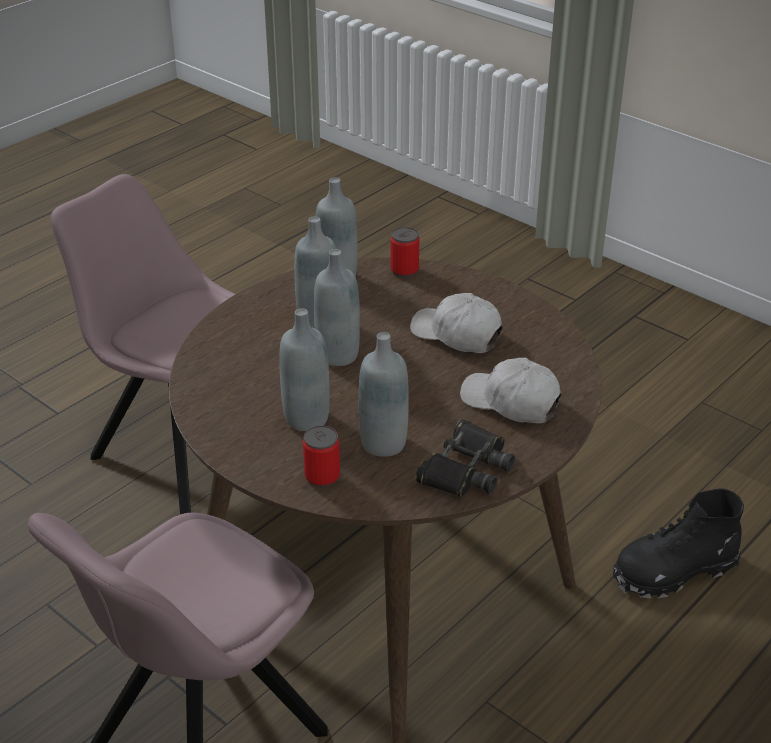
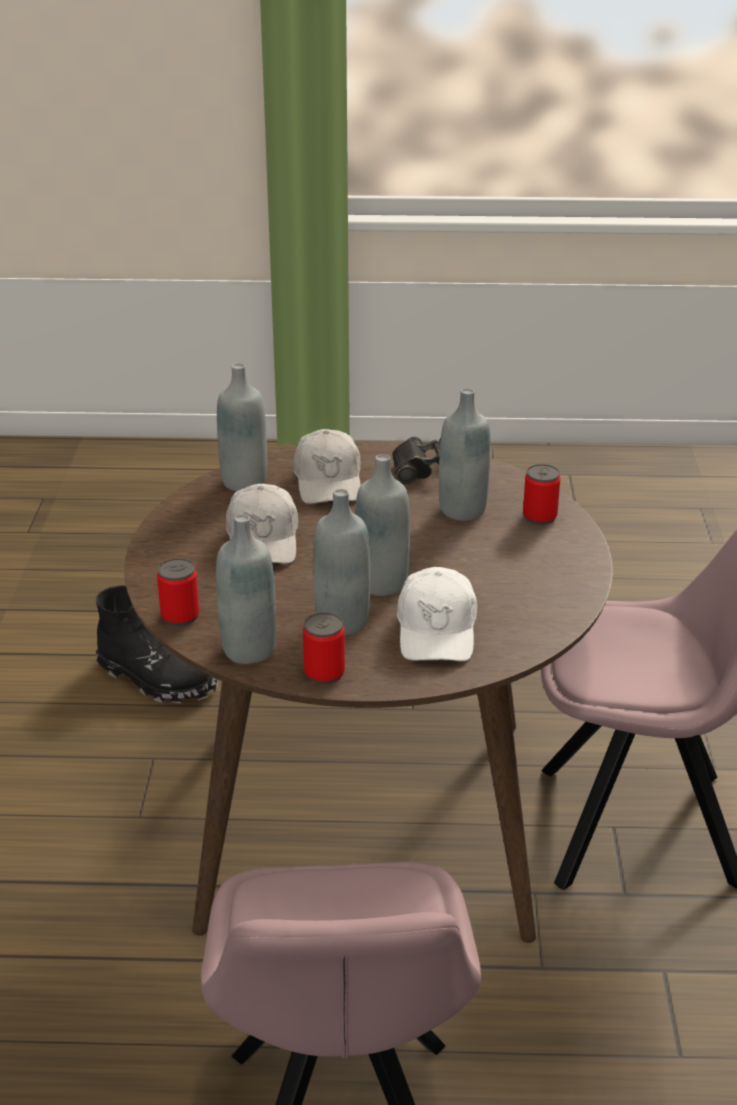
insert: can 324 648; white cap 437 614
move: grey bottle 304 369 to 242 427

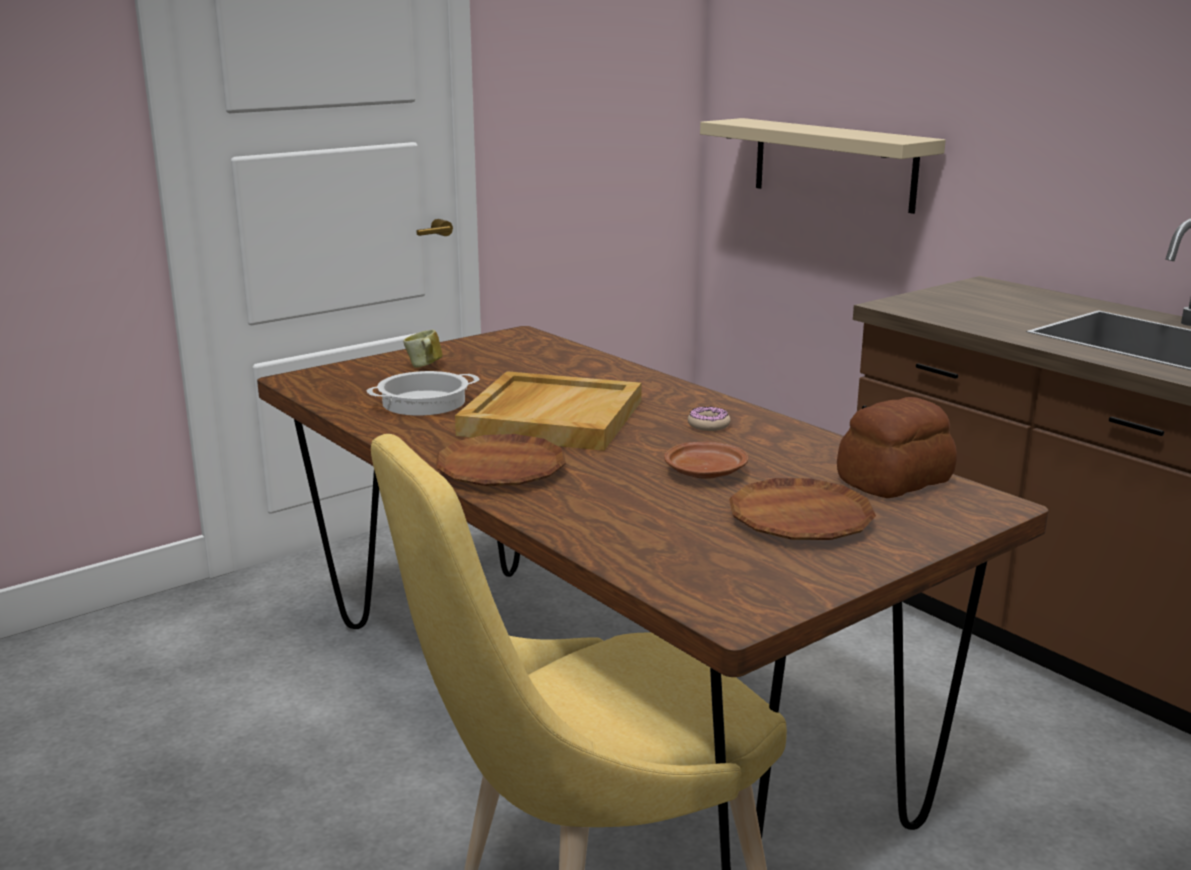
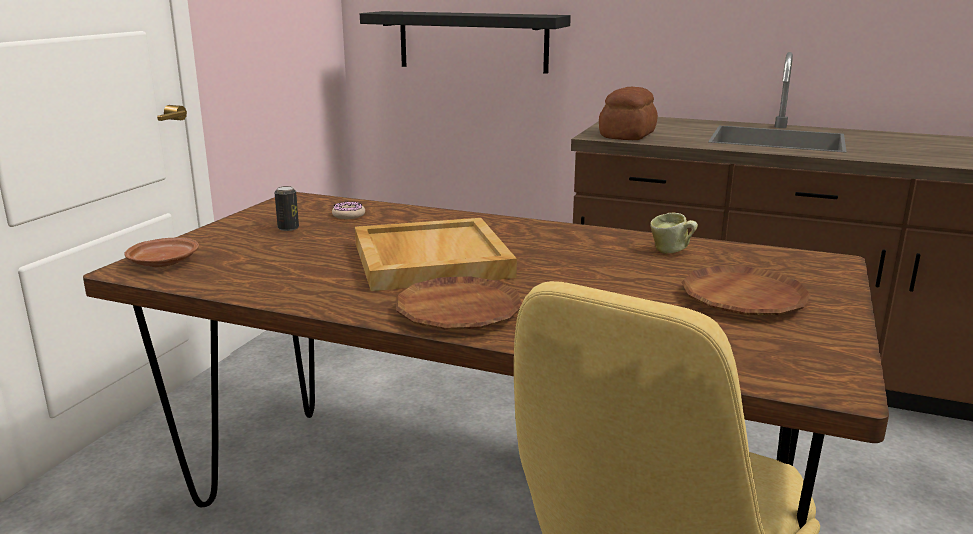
delete: cooking pot 423 393
insert: can 286 208
move: mug 423 349 to 674 233; brown plate 706 460 to 162 252; donut 709 418 to 348 210; bread 897 447 to 628 113
recolor: beige shelf 823 166 to black shelf 465 42

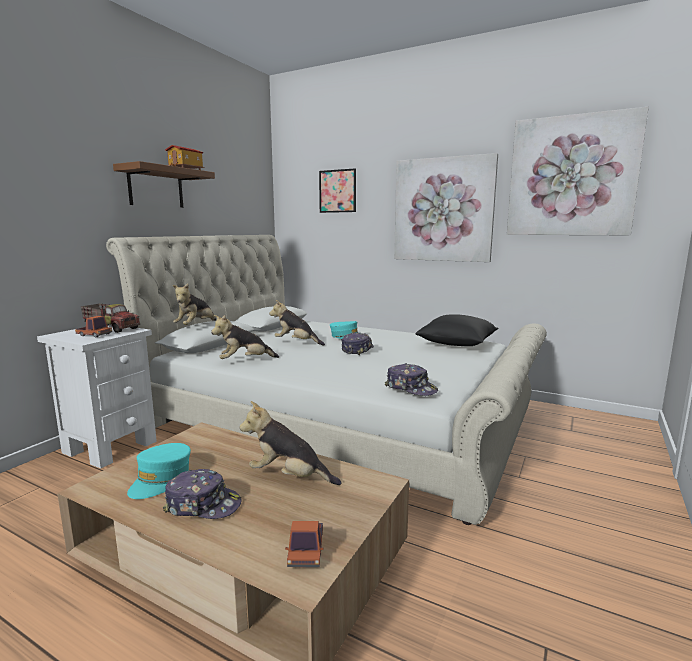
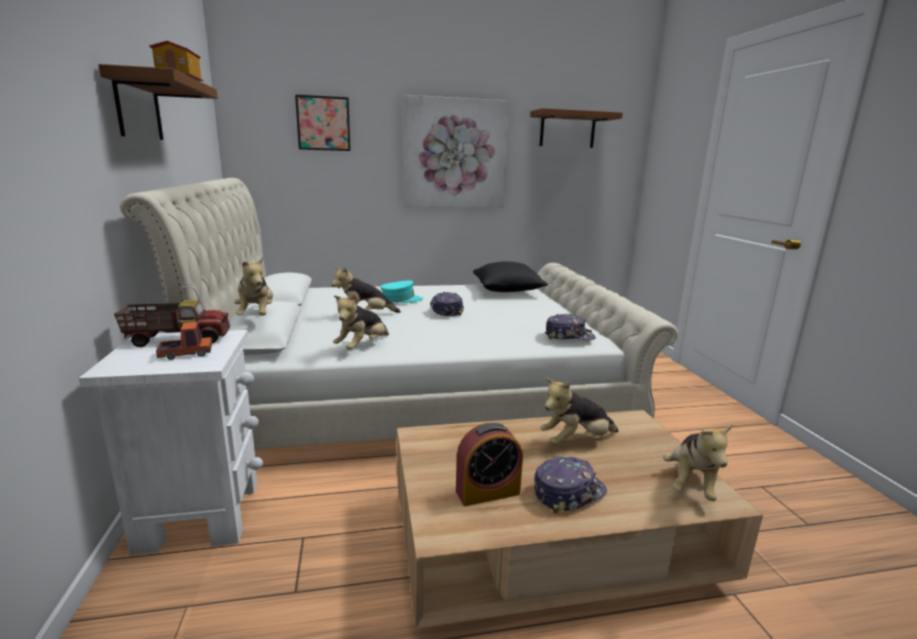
replace: turquoise cap 159 471 to alarm clock 489 464; toy truck 304 544 to plush toy 698 462; picture 578 171 to brown shelf 576 128

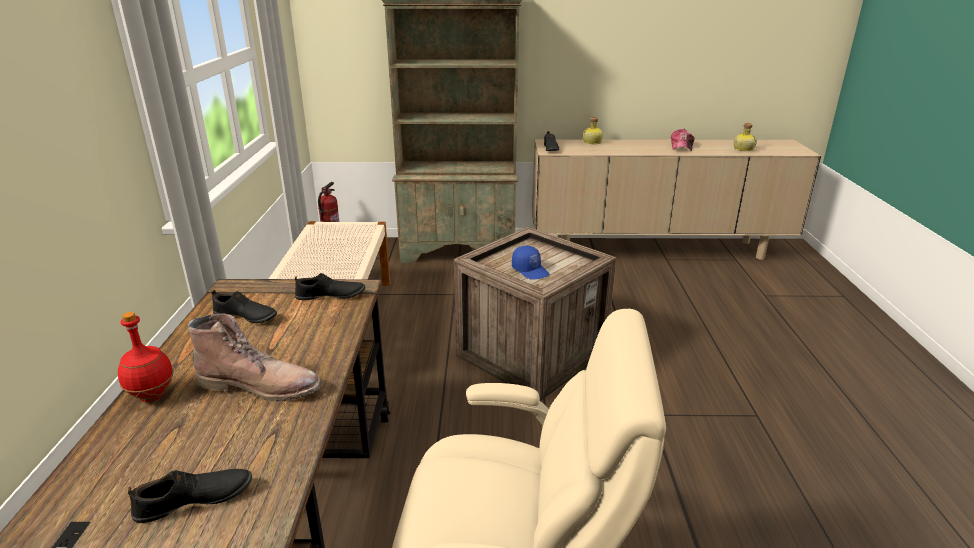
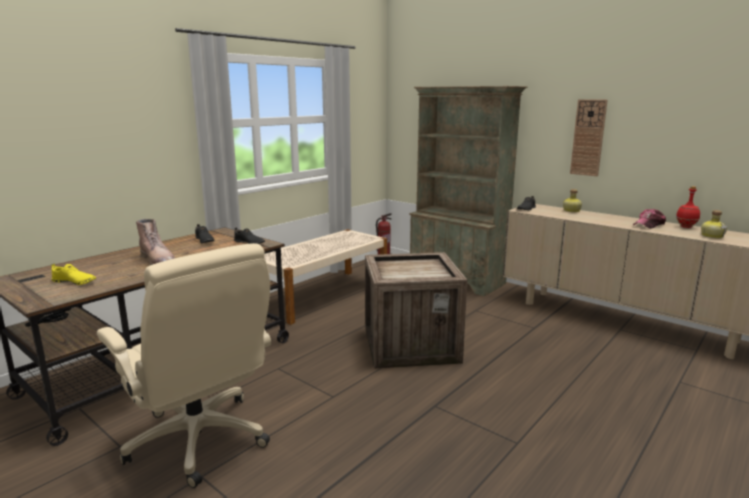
delete: blue cap 530 263
insert: wall clock 589 137
move: red bottle 146 357 to 688 207
recolor: black shoe 190 496 to yellow shoe 73 274

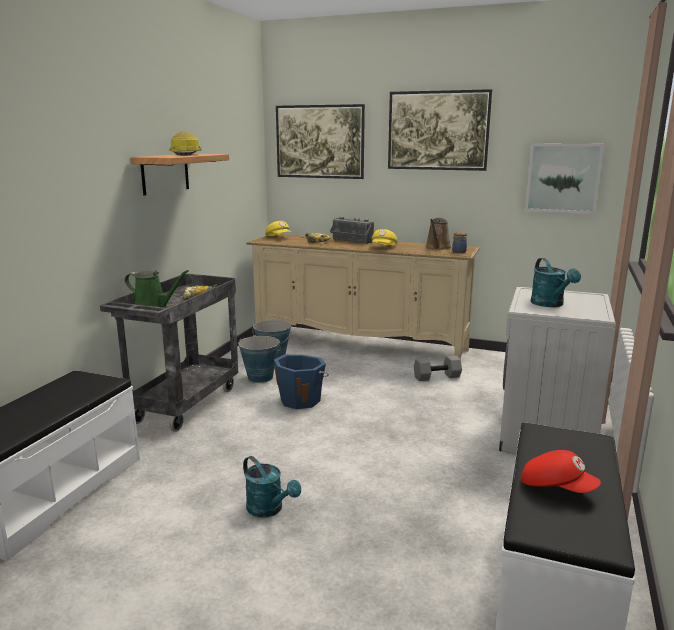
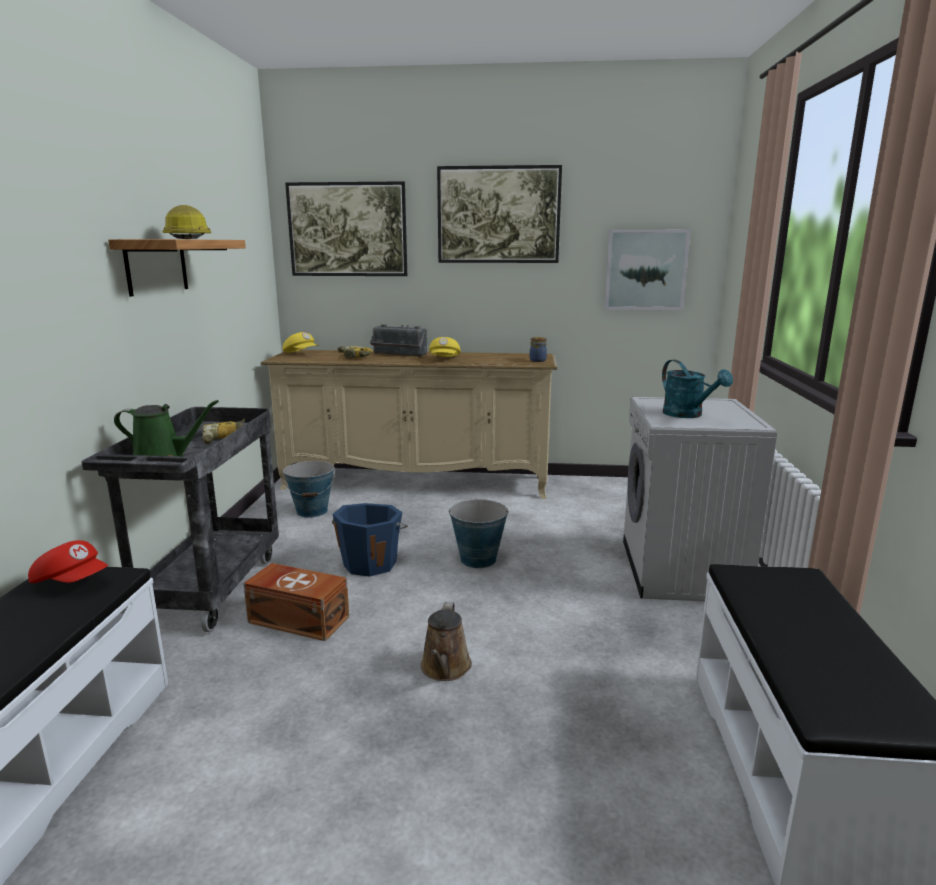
delete: turquoise watering can 272 486; grey dumbbell 438 368
insert: brown storage box 296 602
move: bucket 259 359 to 478 533; brown watering can 438 234 to 446 641; red cap 561 471 to 68 561

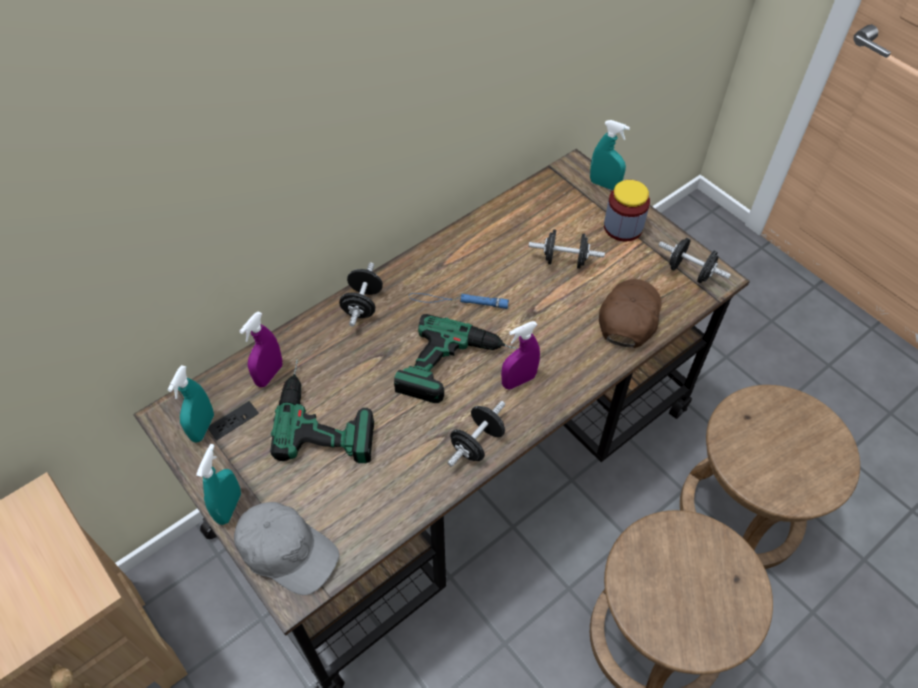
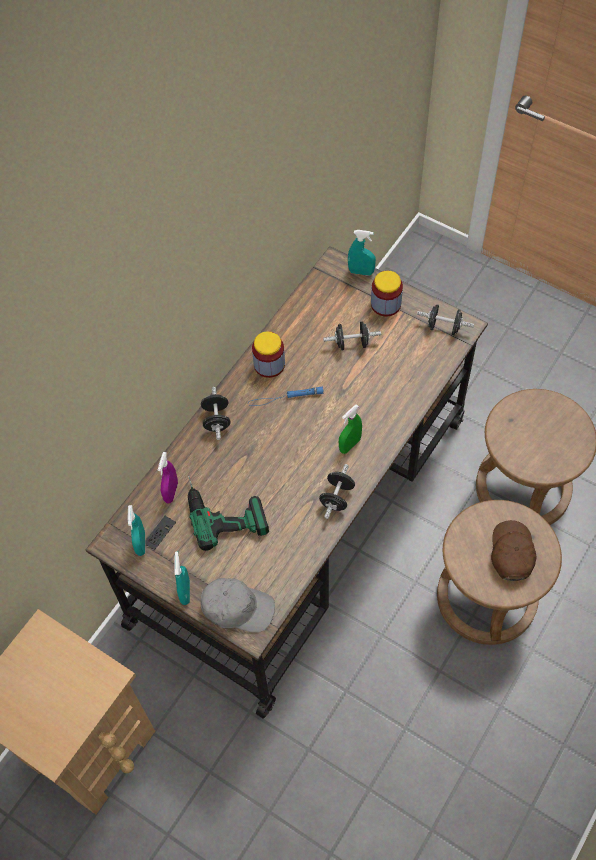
delete: power drill 456 358
insert: jar 268 354
move: brown cap 630 313 to 514 550
recolor: purple spray bottle 520 355 to green spray bottle 350 429

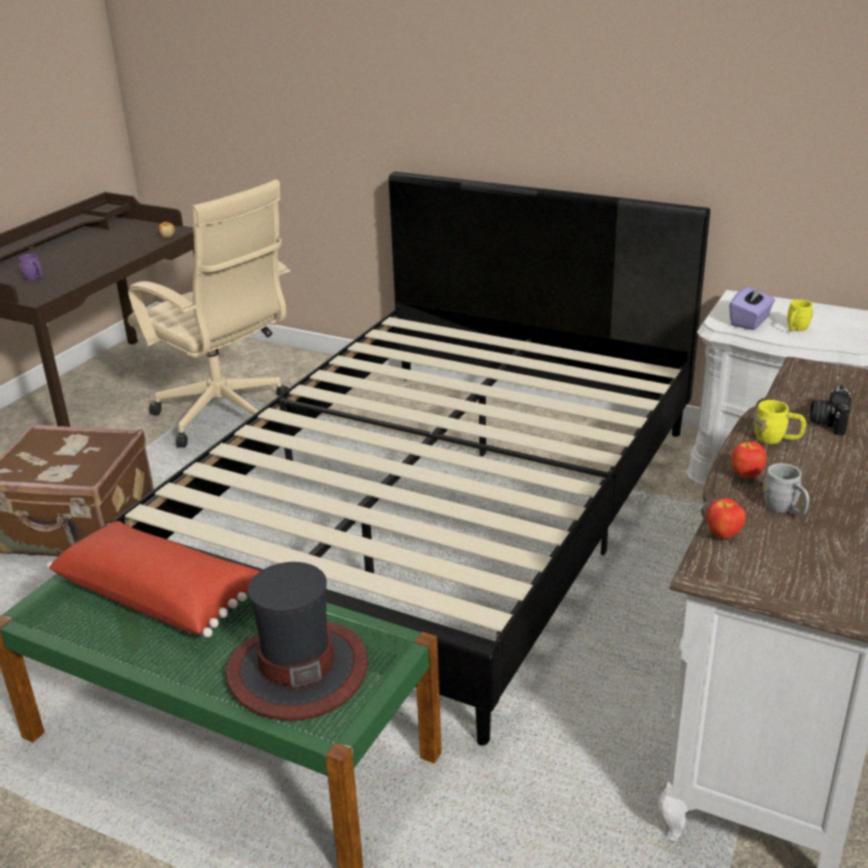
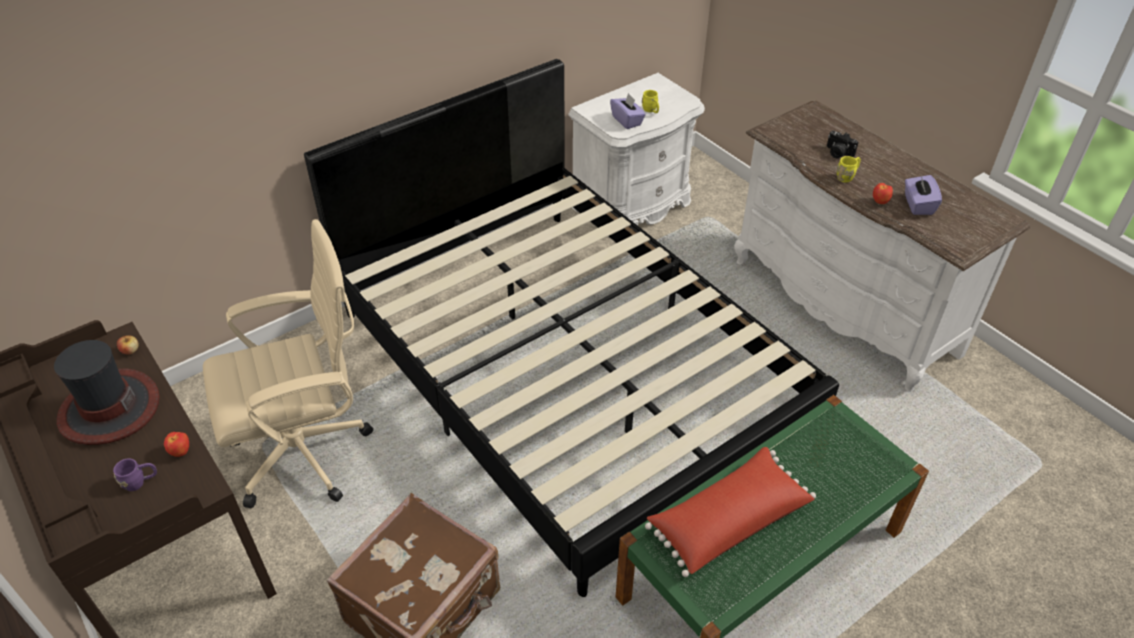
move: hat 296 641 to 107 392; apple 726 518 to 176 444
replace: grey mug 786 489 to purple tissue box 923 195

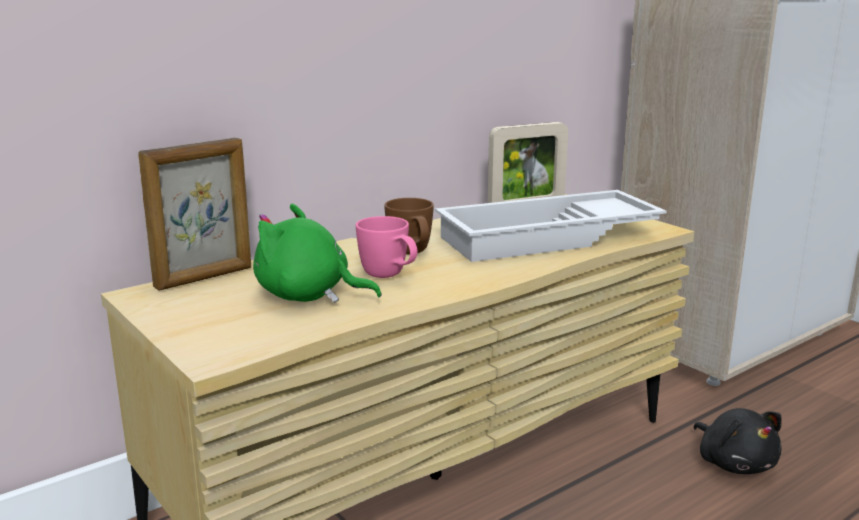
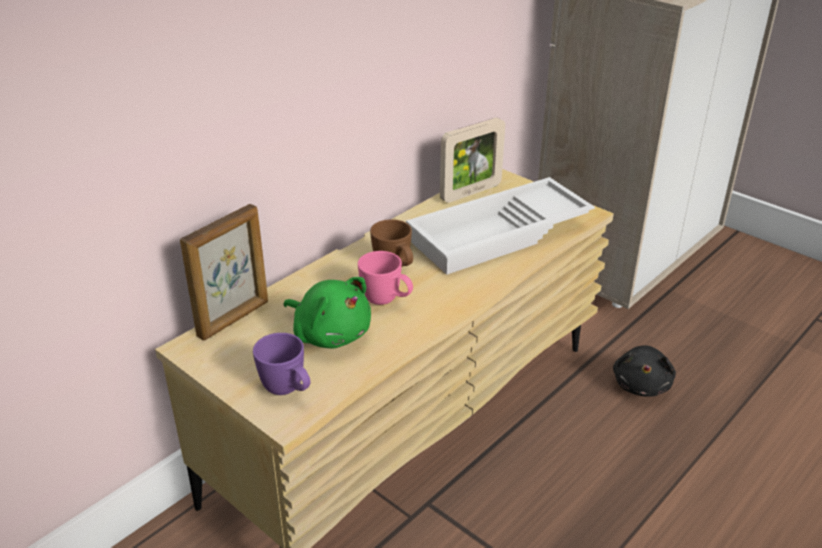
insert: purple mug 282 364
rotate: green plush toy 317 253 = 327 312 150 degrees counterclockwise; black plush toy 737 441 = 644 371 45 degrees clockwise

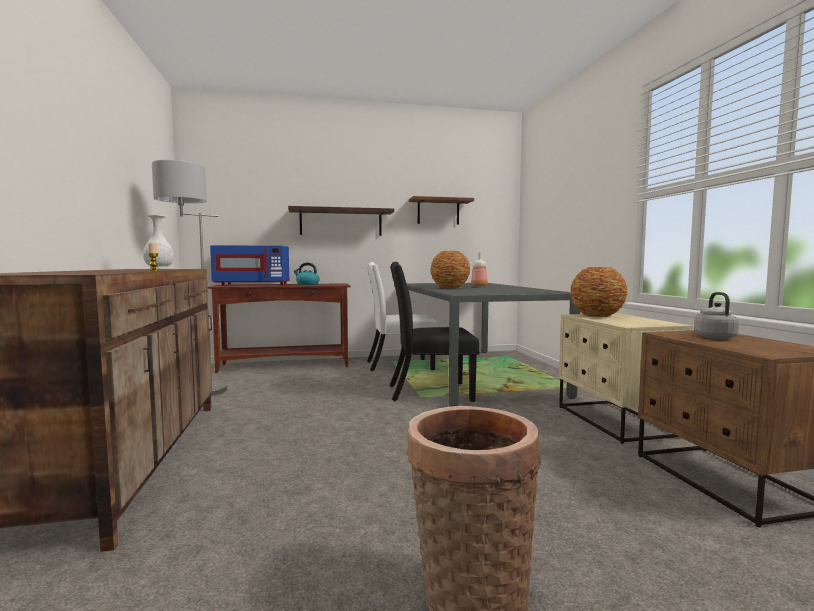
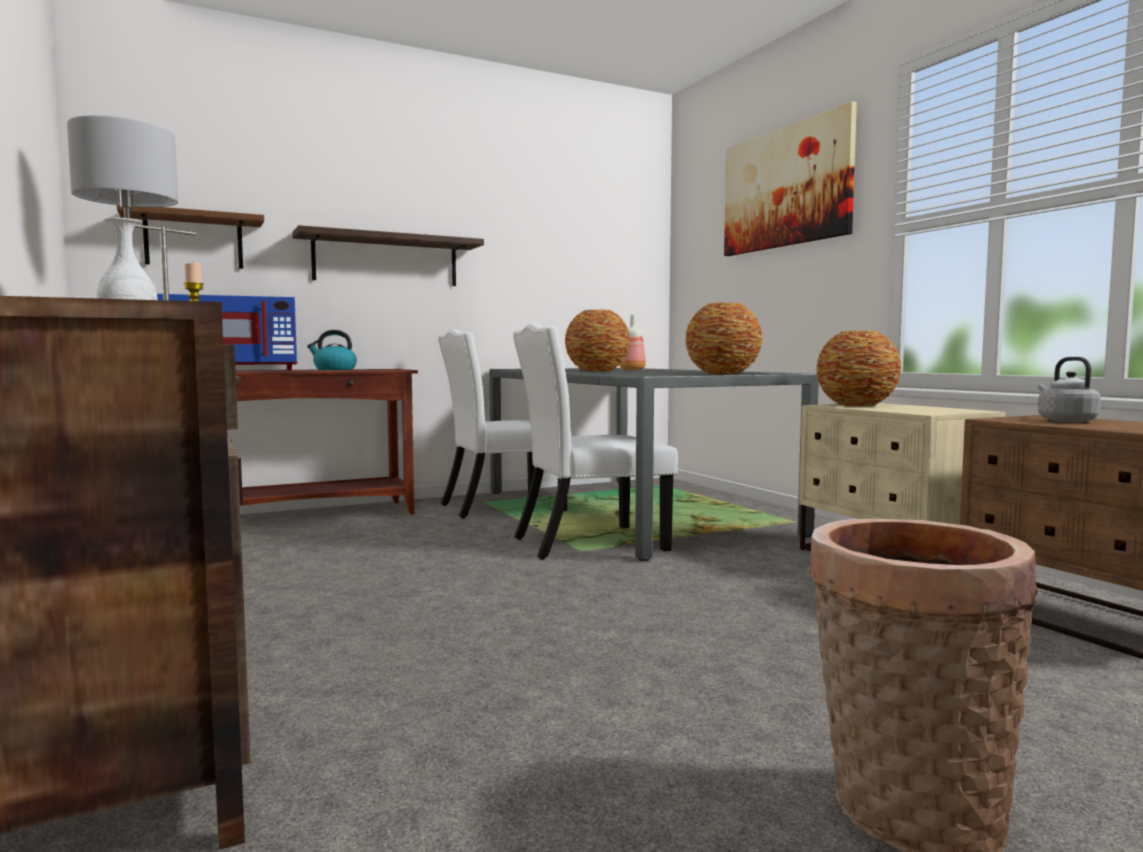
insert: vase 724 338; picture 790 178
move: brown shelf 441 210 to 190 237
recolor: black chair 434 332 to white chair 595 441

